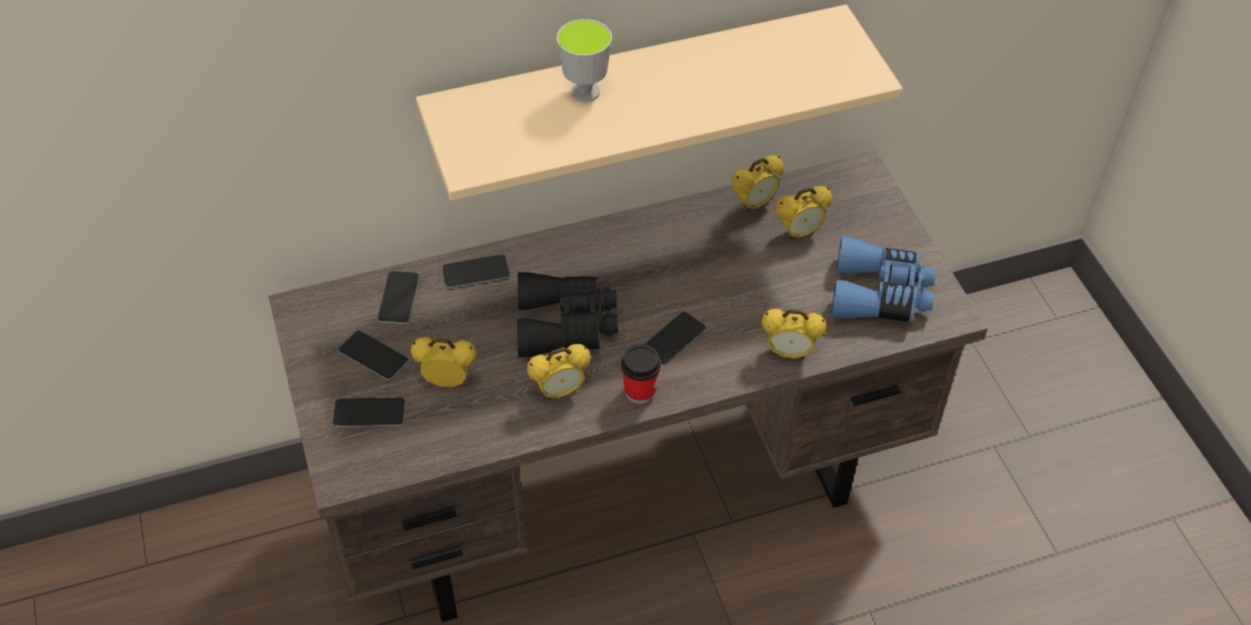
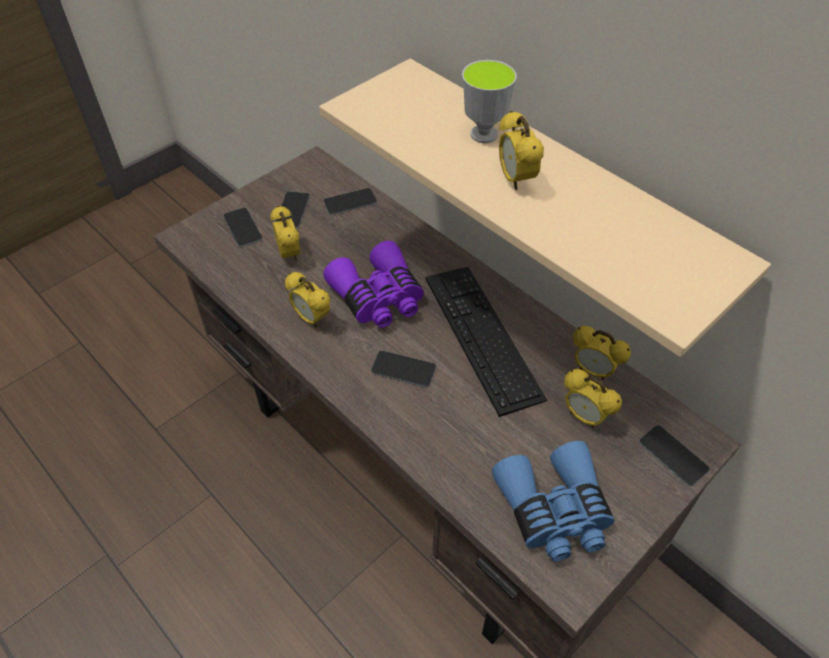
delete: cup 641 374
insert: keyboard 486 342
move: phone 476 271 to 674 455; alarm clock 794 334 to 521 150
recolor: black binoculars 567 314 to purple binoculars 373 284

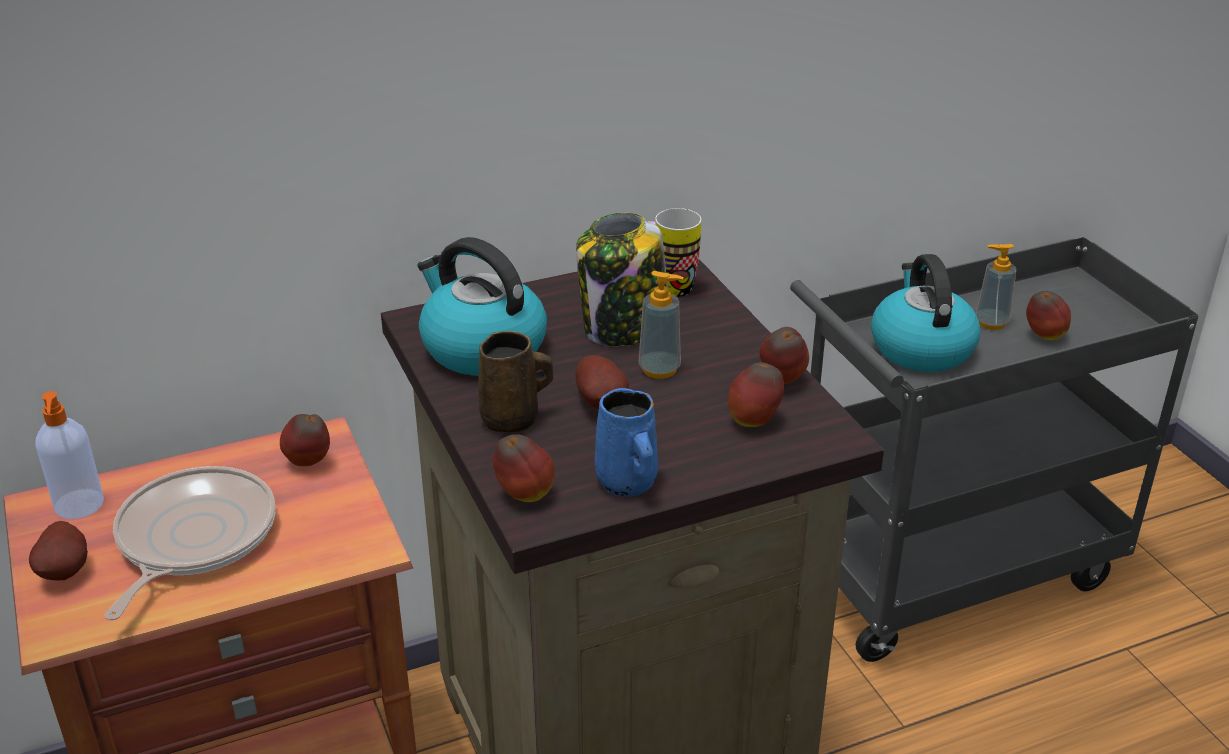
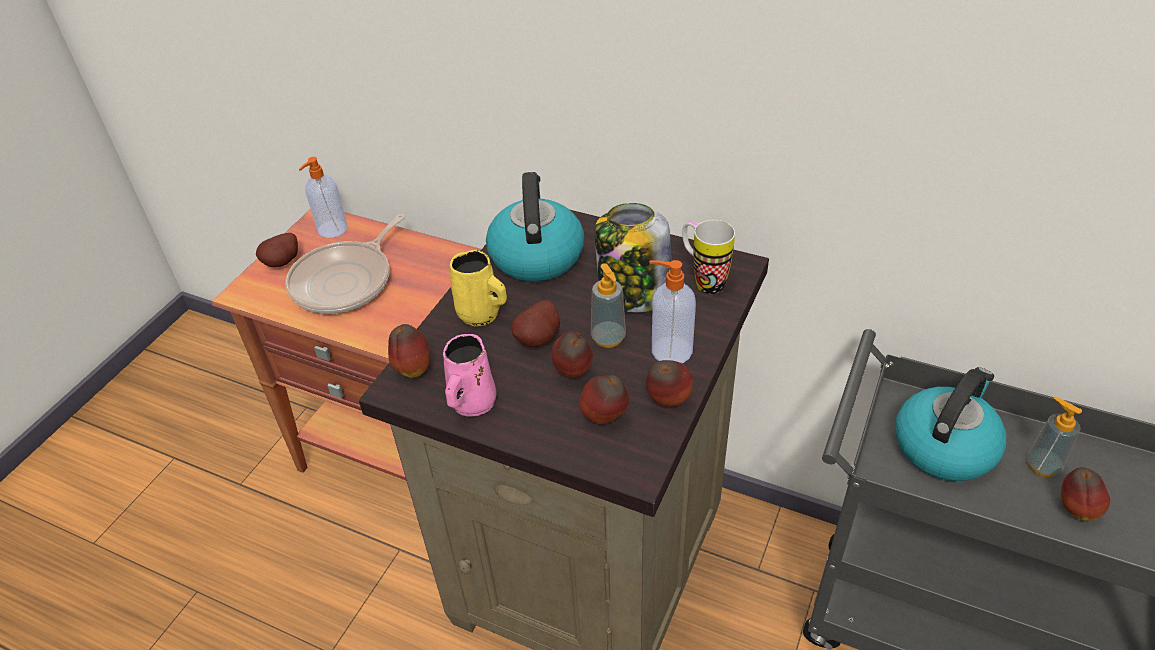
insert: soap dispenser 672 311
move: apple 305 440 to 572 354
recolor: brown mug 515 381 to yellow mug 478 288; blue mug 626 442 to pink mug 469 375
rotate: frying pan 190 543 = 345 264 150 degrees clockwise

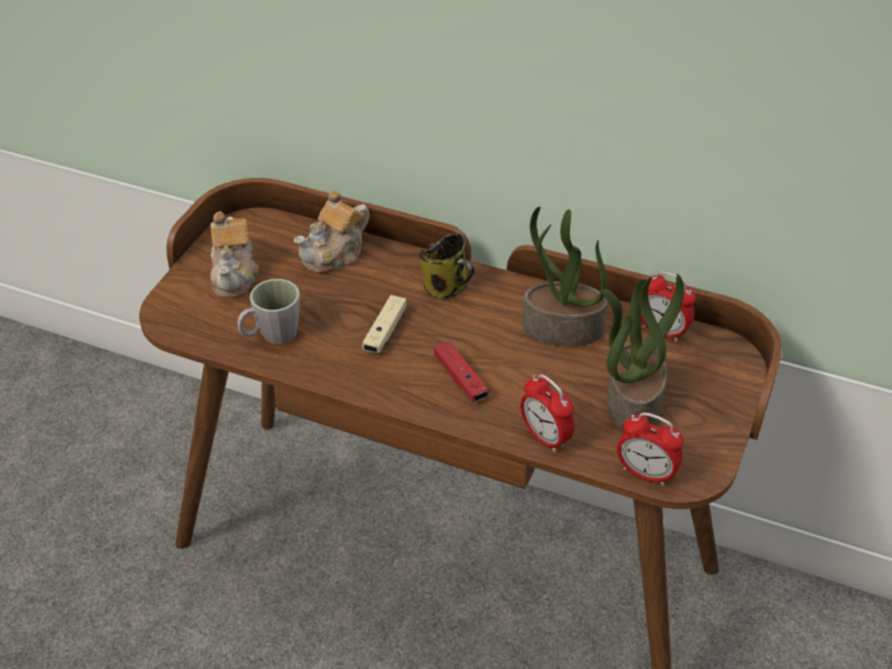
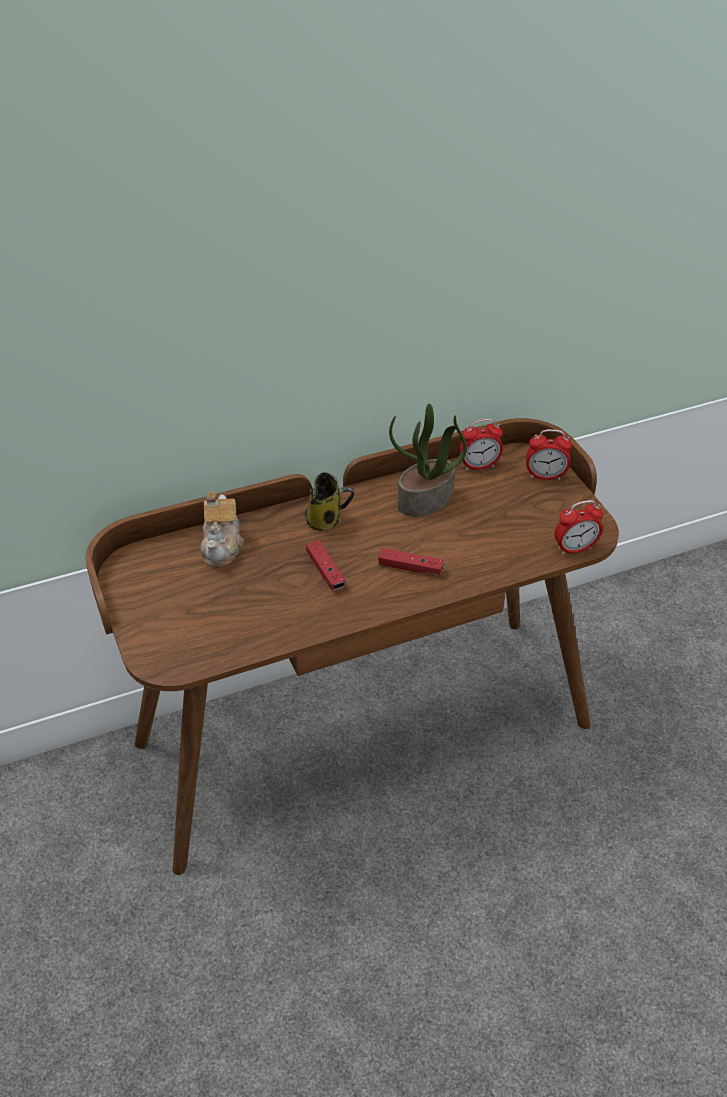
delete: teapot 234 254; grey mug 268 311; potted plant 643 352
move: alarm clock 547 413 to 549 454
recolor: beige game controller 384 324 to red game controller 326 565

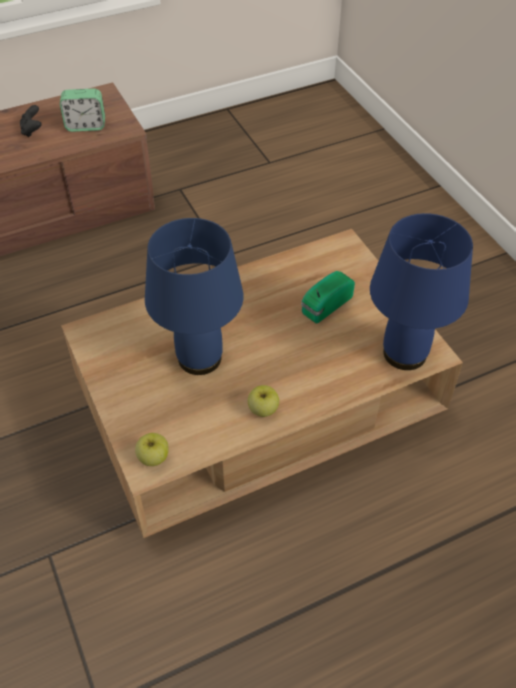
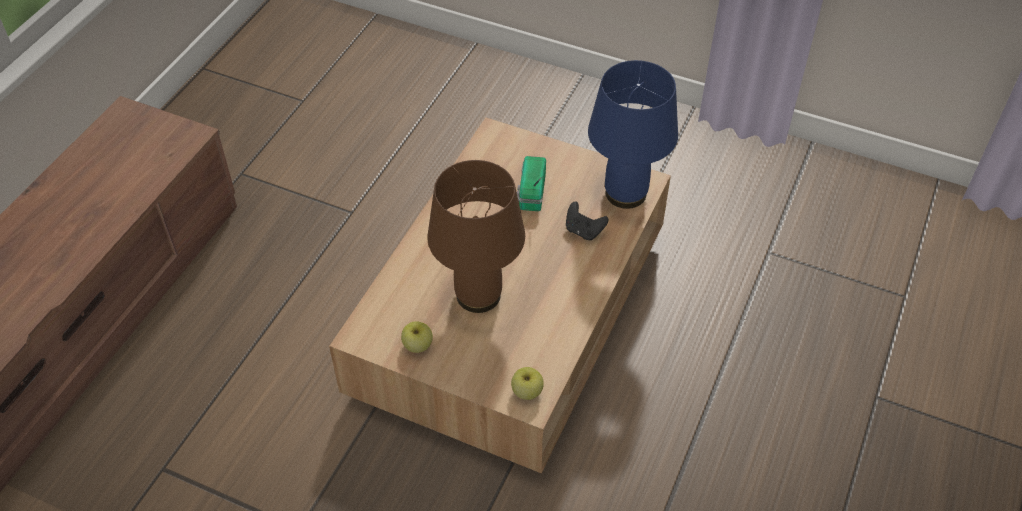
delete: alarm clock 82 110
move: black game controller 31 121 to 587 221; apple 263 401 to 417 337
recolor: blue table lamp 194 296 to brown table lamp 476 236

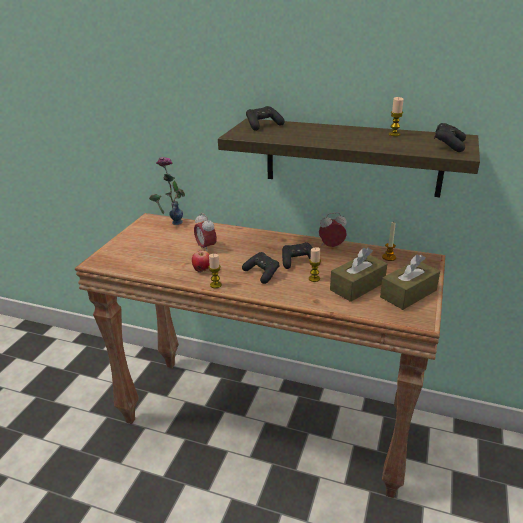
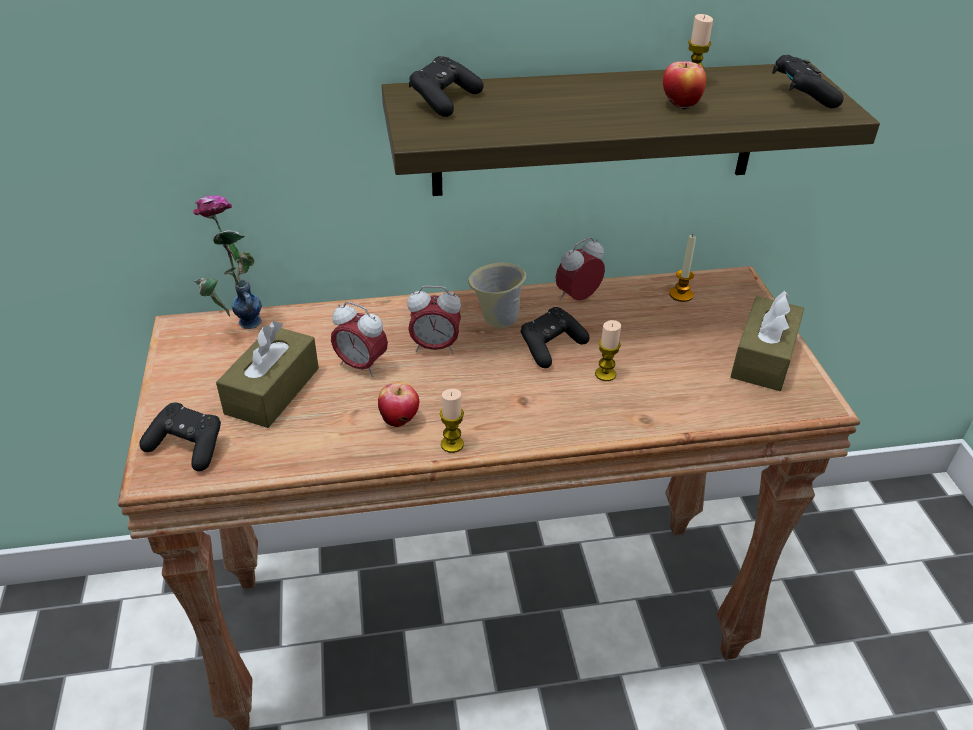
insert: alarm clock 434 320; beige mug 497 295; apple 684 85
move: black game controller 261 268 to 180 437; brown tissue box 358 275 to 267 374

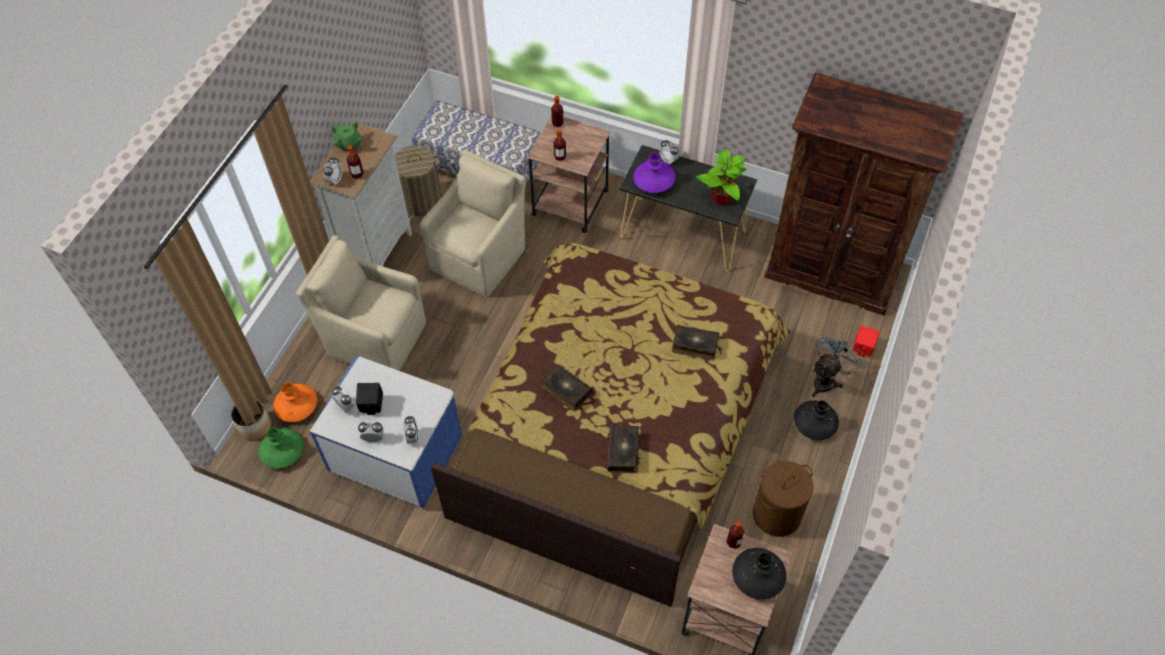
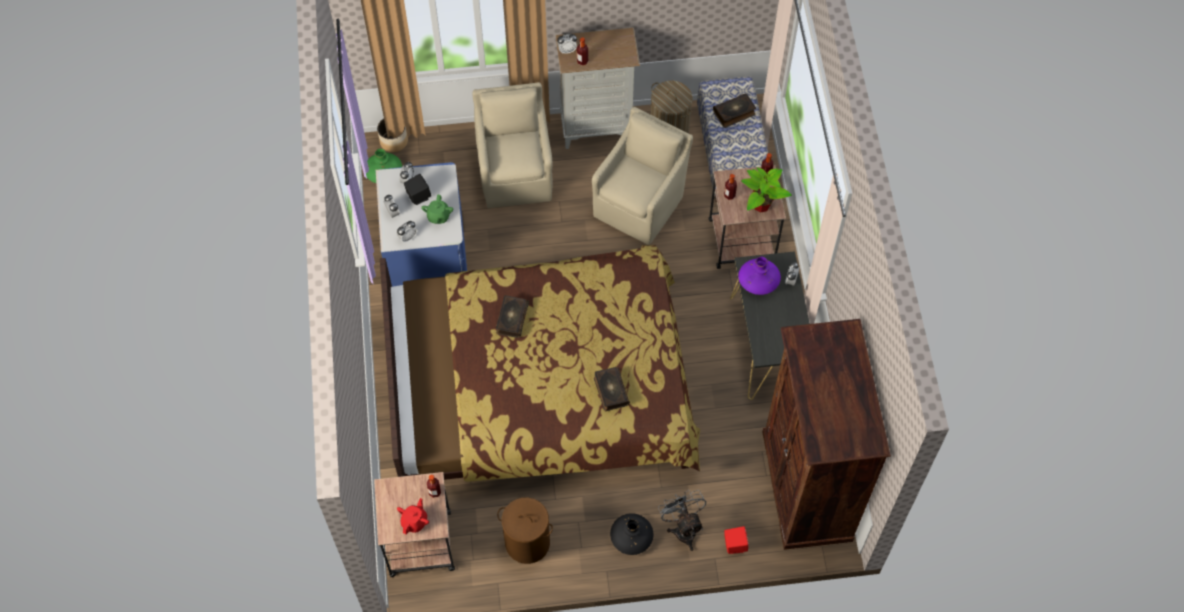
delete: orange vase 295 402
move: green teapot 347 136 to 437 209; book 623 449 to 734 110; potted plant 721 176 to 766 190
replace: black vase 759 574 to red teapot 413 516
rotate: beige armchair 473 224 = 642 176 60 degrees counterclockwise; grey fan 837 364 = 682 520 120 degrees counterclockwise

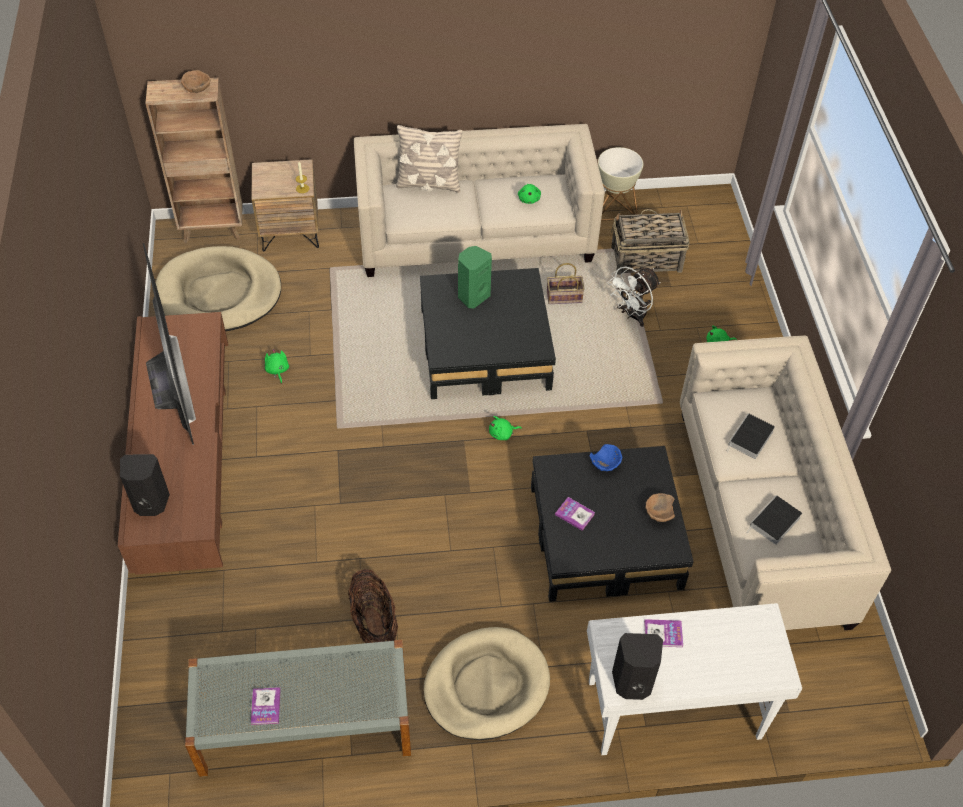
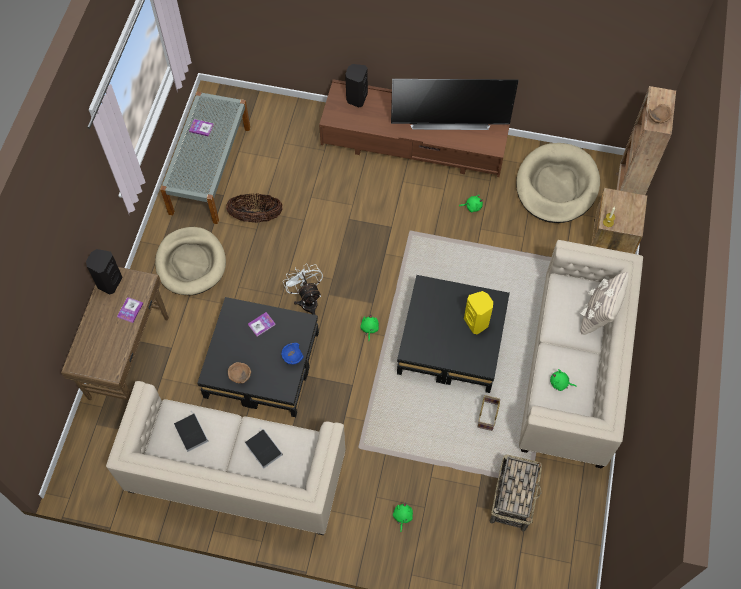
delete: planter 620 184
move: white fan 634 296 to 303 289
recolor: green speaker 475 277 to yellow speaker 478 313; white console table 694 679 to brown console table 115 334

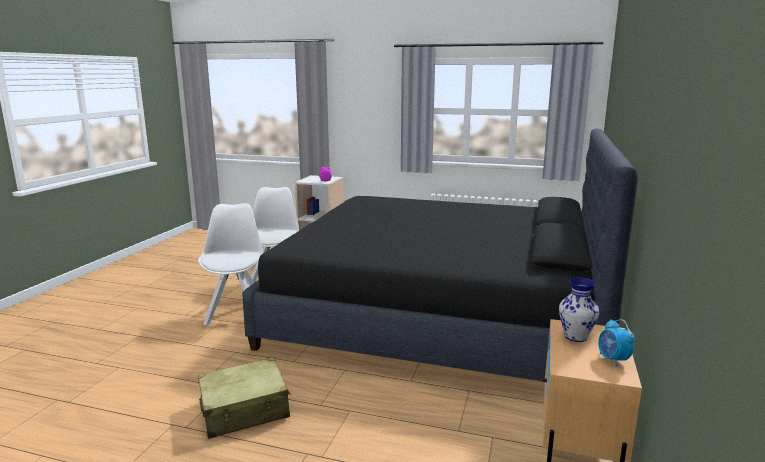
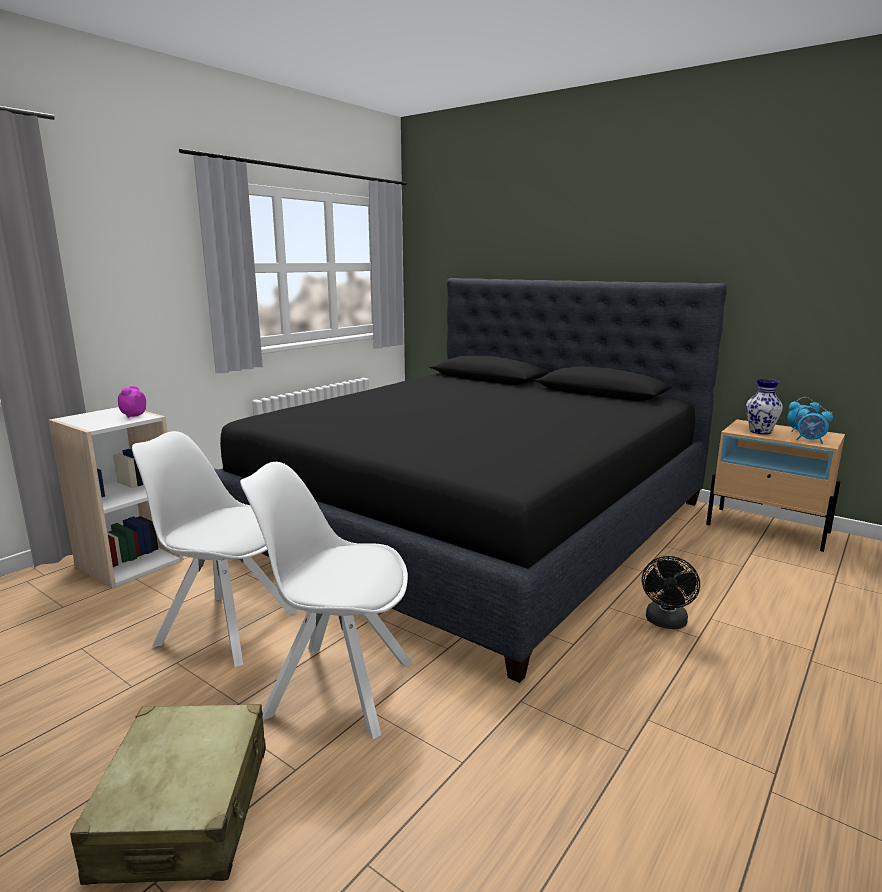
insert: black fan 671 592; alarm clock 814 424
move: beige suitcase 244 398 to 168 794

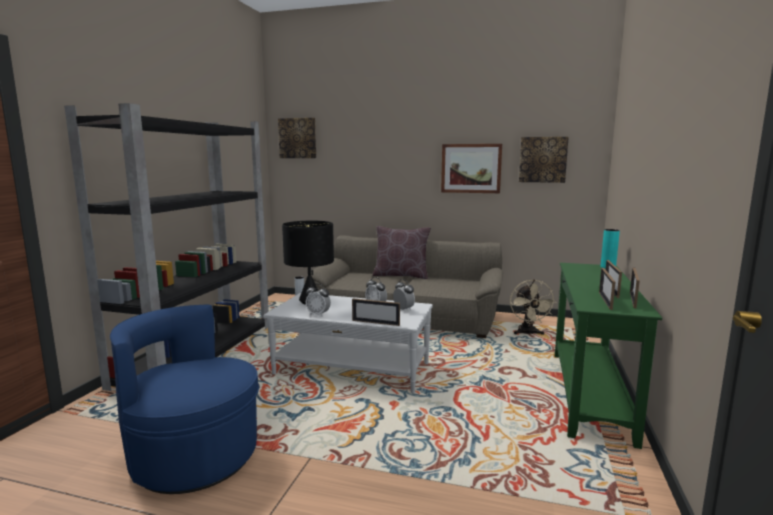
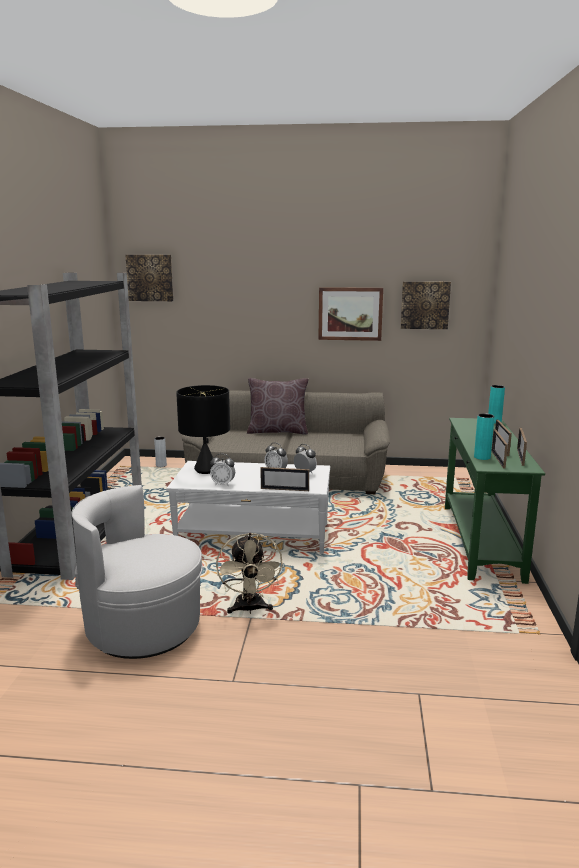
insert: turquoise vase 484 436
move: beige fan 533 307 to 250 573
recolor: blue armchair 184 399 to white armchair 137 572

